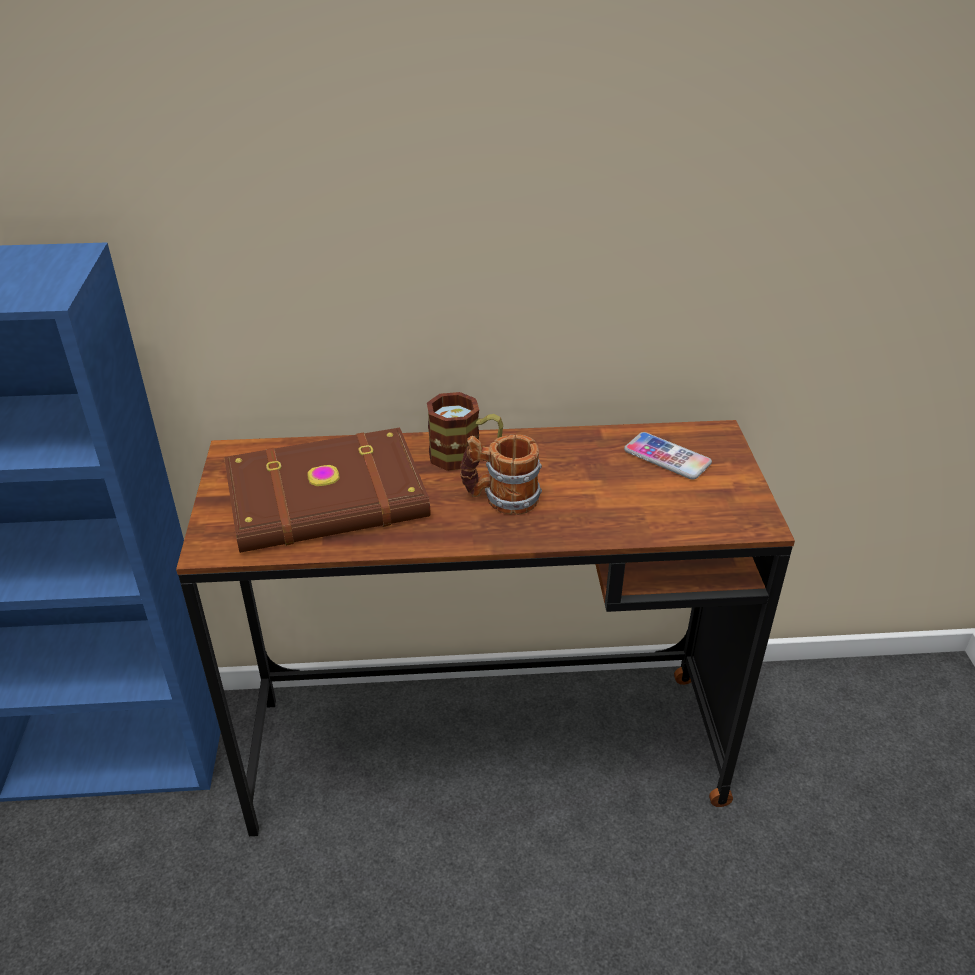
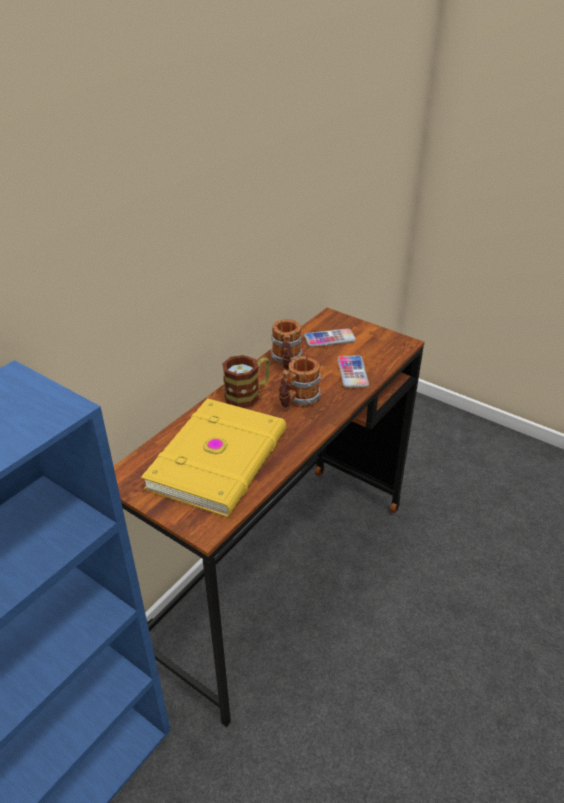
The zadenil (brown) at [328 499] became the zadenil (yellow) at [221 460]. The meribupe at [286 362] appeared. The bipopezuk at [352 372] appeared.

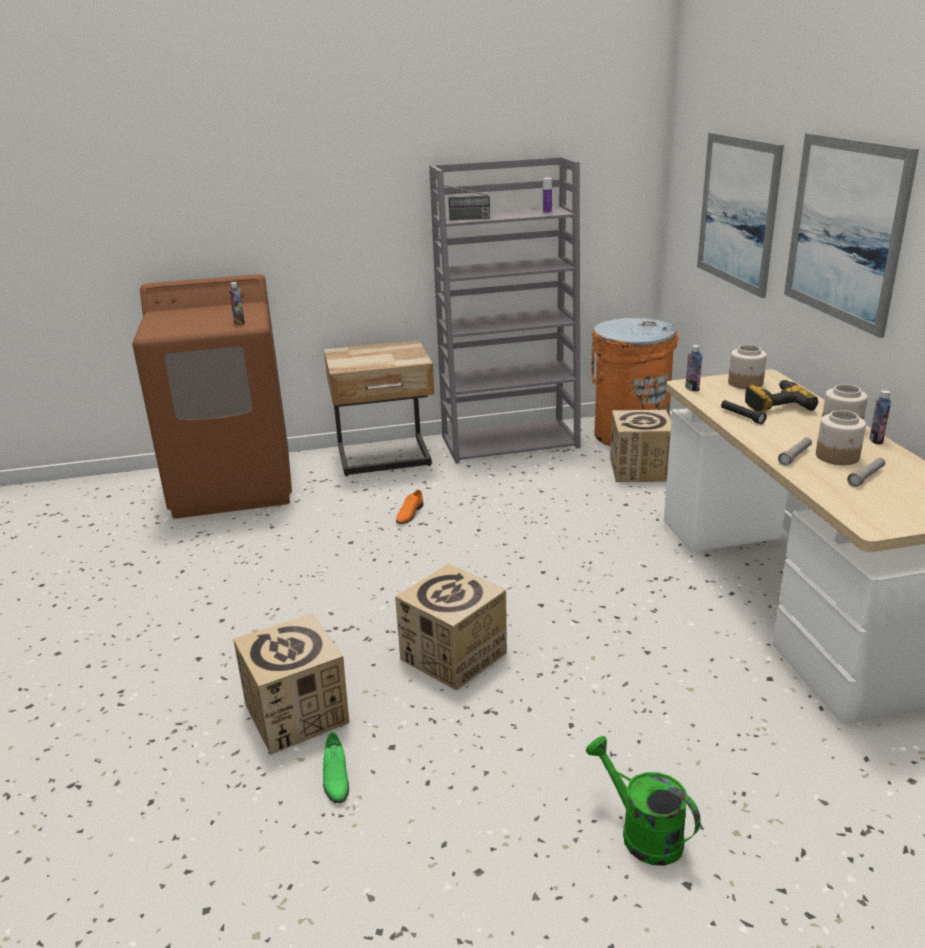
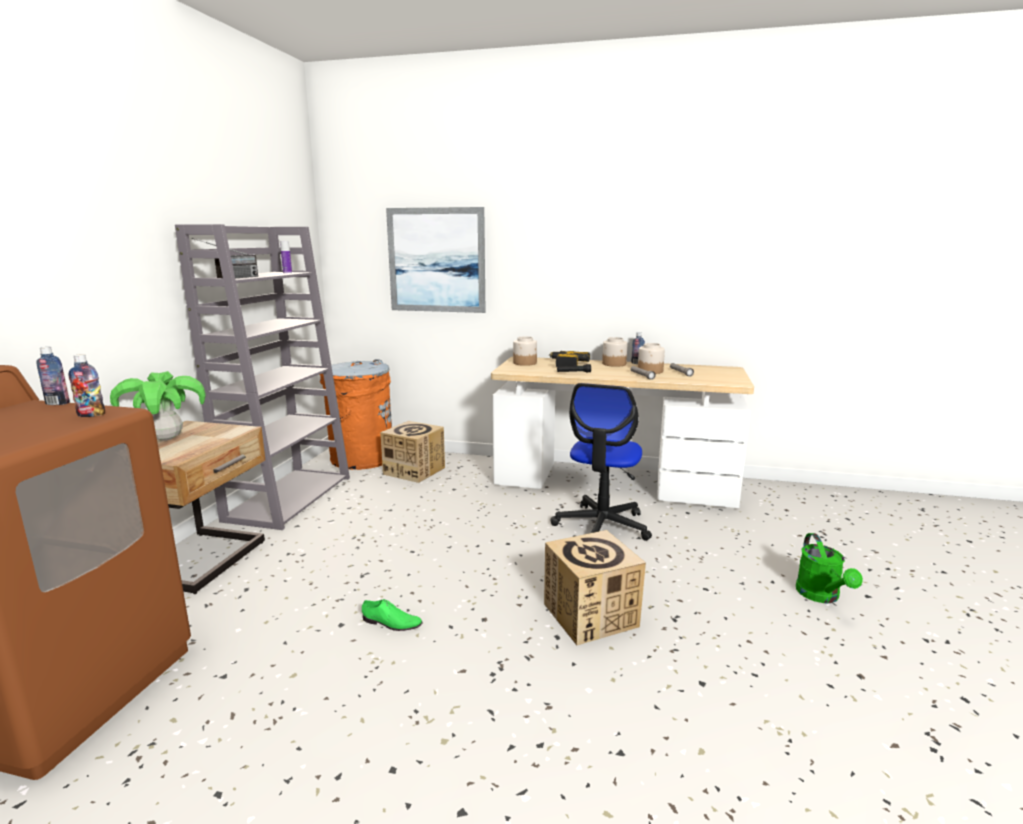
The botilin at [297 713] disappeared. The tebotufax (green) moved from [335 775] to [391 623]. The tebotufax (orange) at [409 513] disappeared. The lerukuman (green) at [642 832] turned 75 degrees counterclockwise. The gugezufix moved from [692 388] to [57 403]. The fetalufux at [845 230] disappeared. The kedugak at [166 438] appeared. The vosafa at [602 526] appeared.

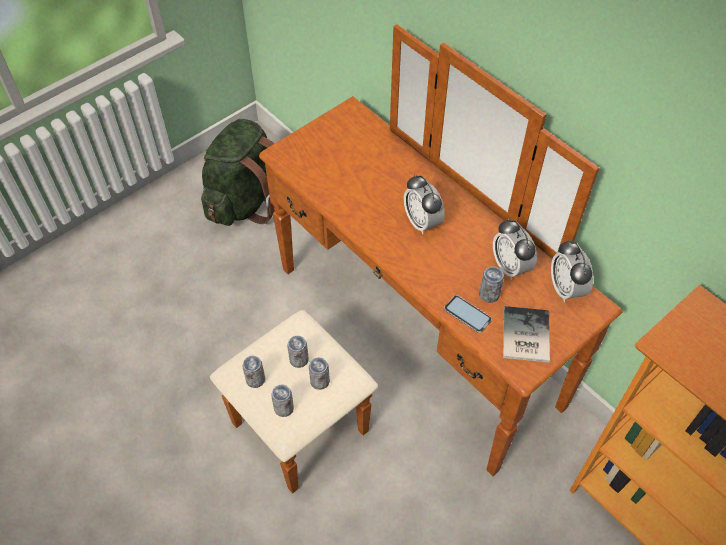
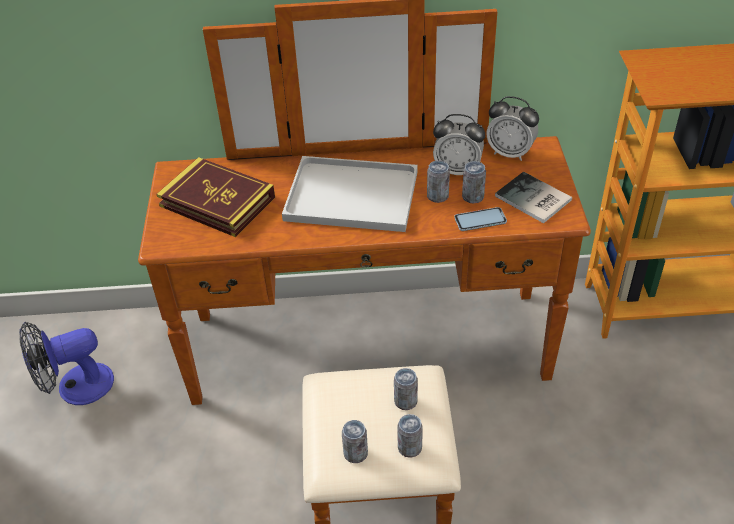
The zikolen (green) at [245 201] was replaced by the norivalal at [75 387]. The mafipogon moved from [299 360] to [437 196]. The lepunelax at [422 222] was replaced by the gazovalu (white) at [354 195]. The zadenil at [217 201] appeared.

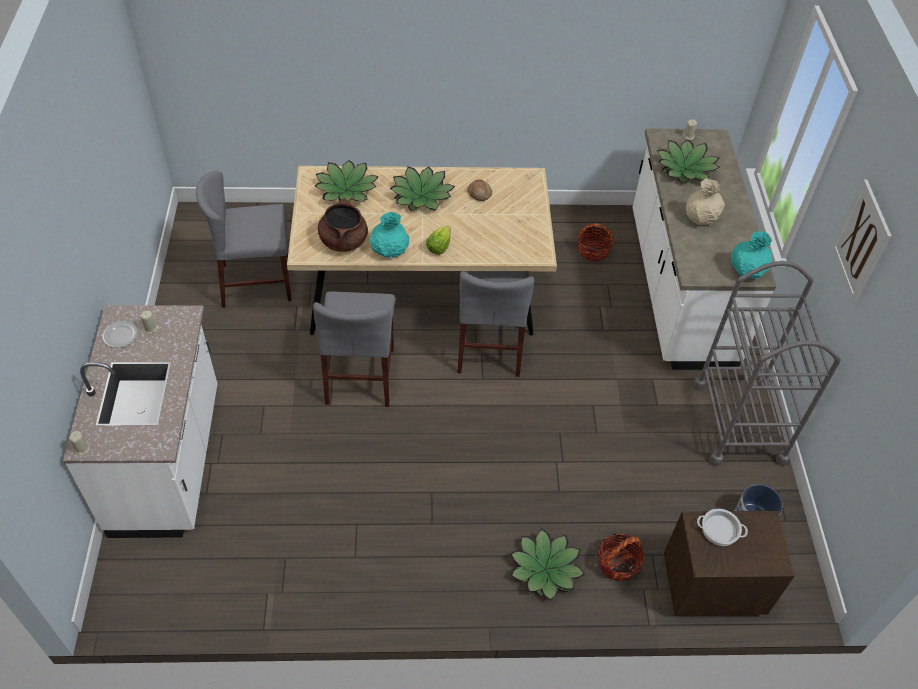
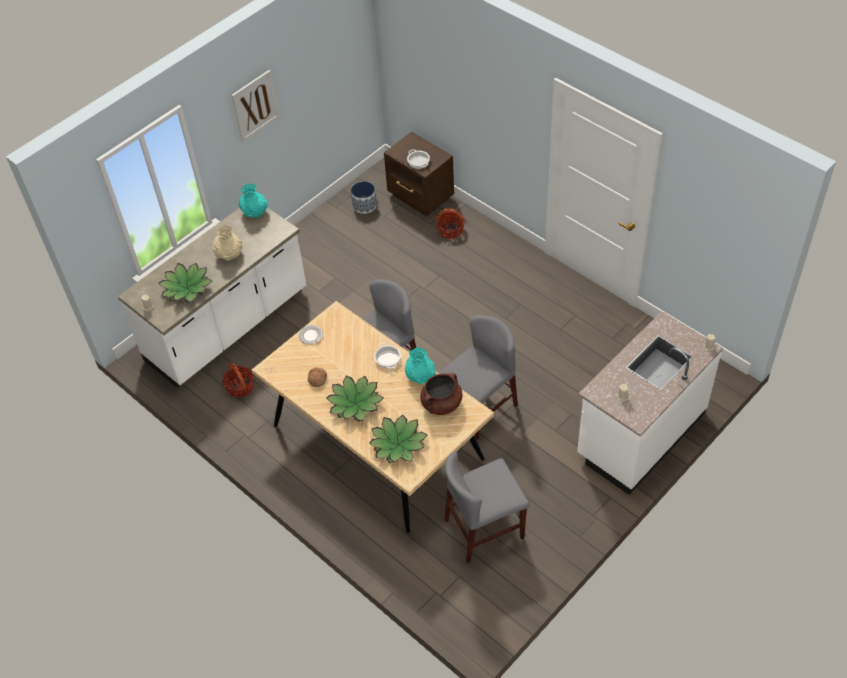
The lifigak moved from [120 335] to [310 336]. The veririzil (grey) at [256 282] turned 120 degrees clockwise. The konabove at [439 247] was replaced by the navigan at [388 359]. The kedugak at [545 569] disappeared. The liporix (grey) at [739 422] disappeared.

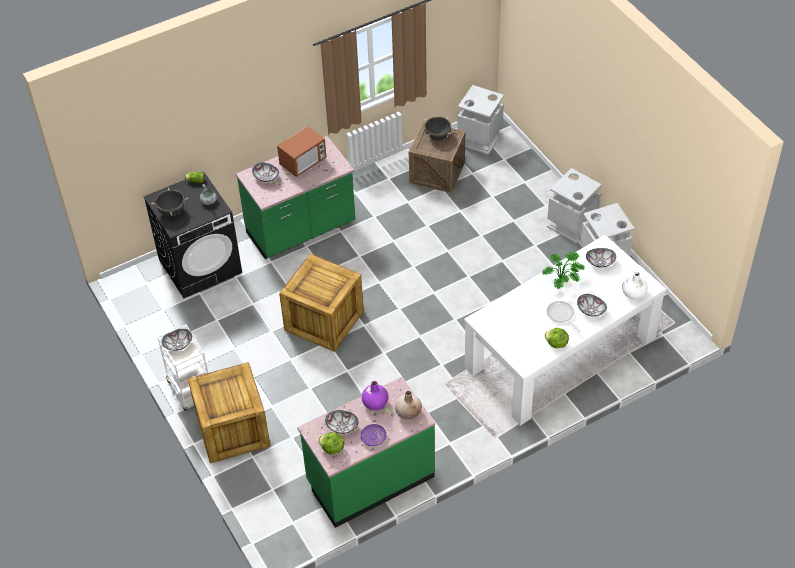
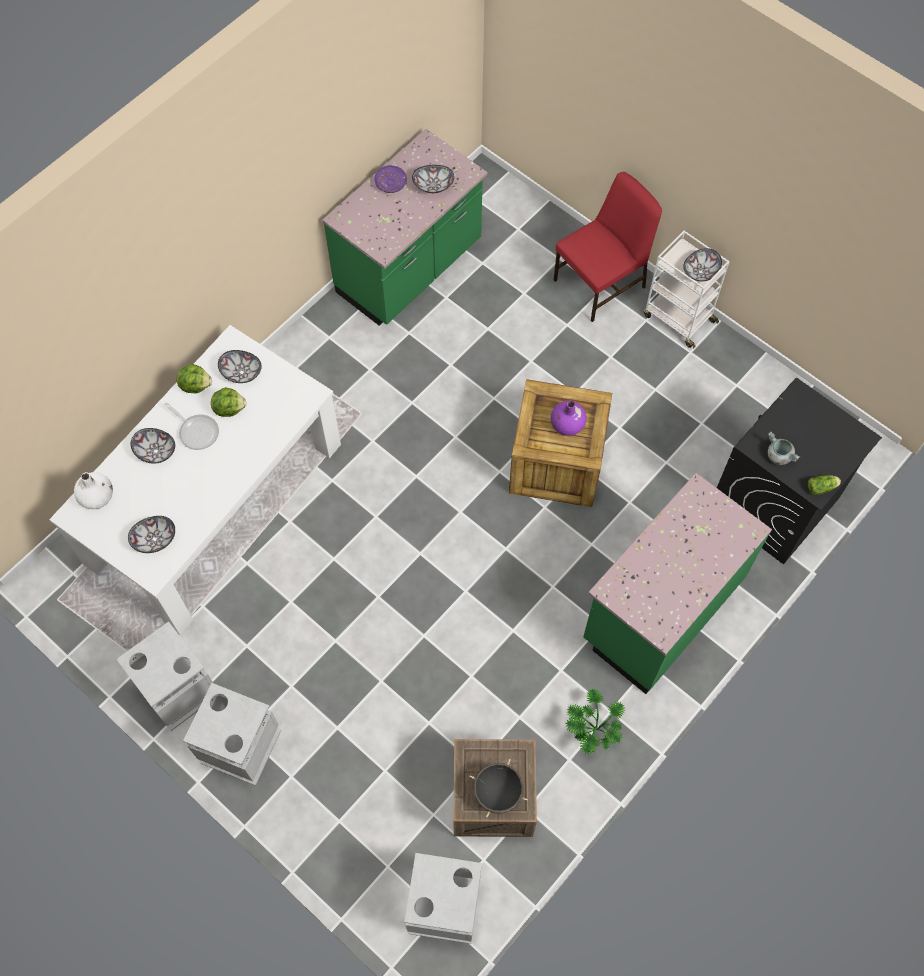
The navigan (black) at [172 211] disappeared. The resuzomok at [231 429] was replaced by the veririzil (red) at [601 283]. The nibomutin moved from [266 177] to [241 373]. The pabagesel at [303 162] disappeared. The konabove moved from [332 449] to [229 408]. The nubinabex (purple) moved from [375 403] to [567 425]. The nubinabex (beige) at [408 412] disappeared. The kedugak moved from [562 280] to [592 729].

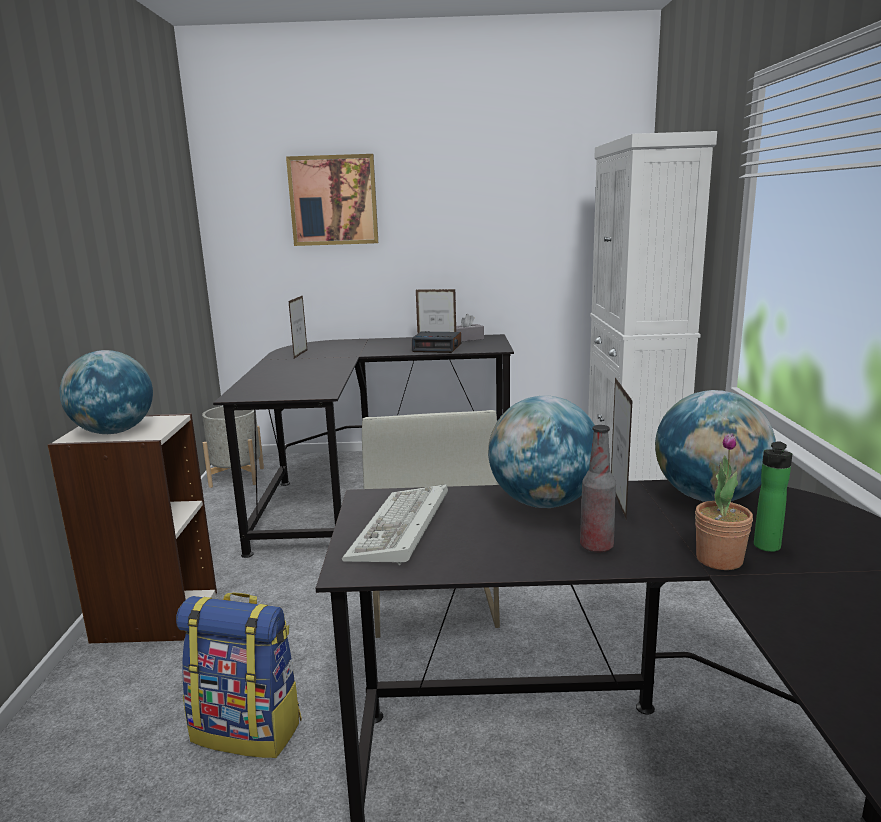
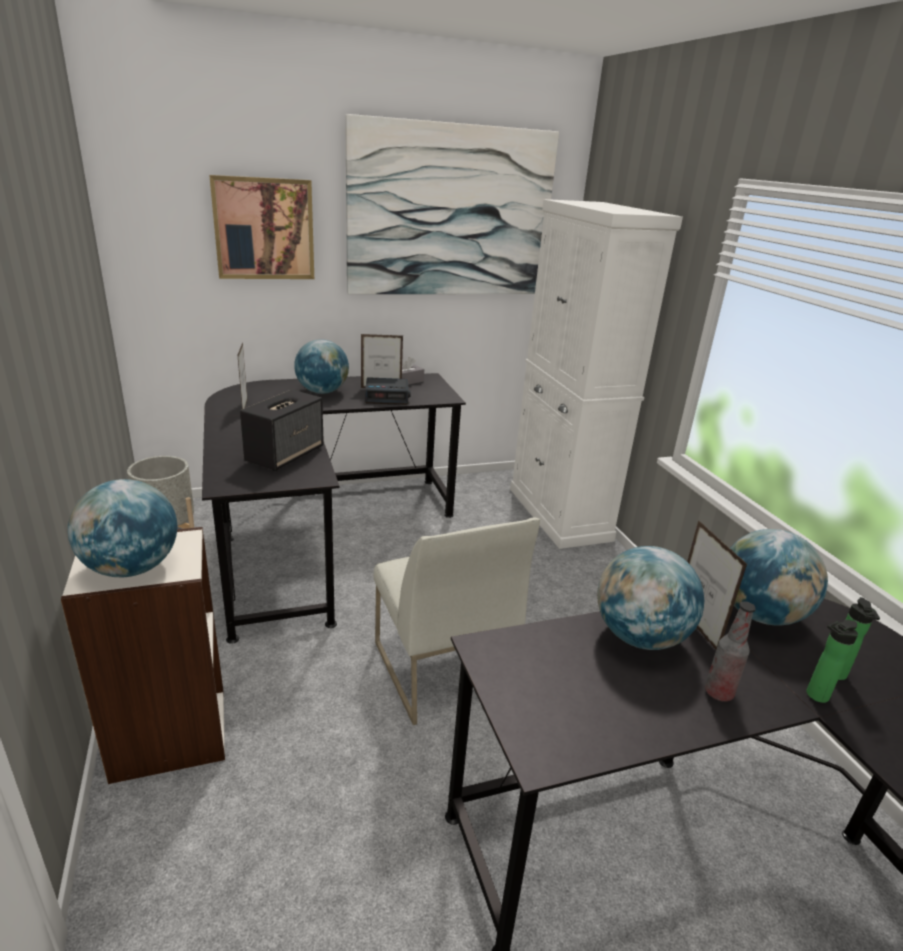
The zikolen at [248 729] disappeared. The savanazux at [401 530] disappeared. The kedugak at [719 560] was replaced by the gugezufix at [814 696]. The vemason at [285 454] appeared. The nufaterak at [322 392] appeared. The fetalufux at [451 212] appeared.

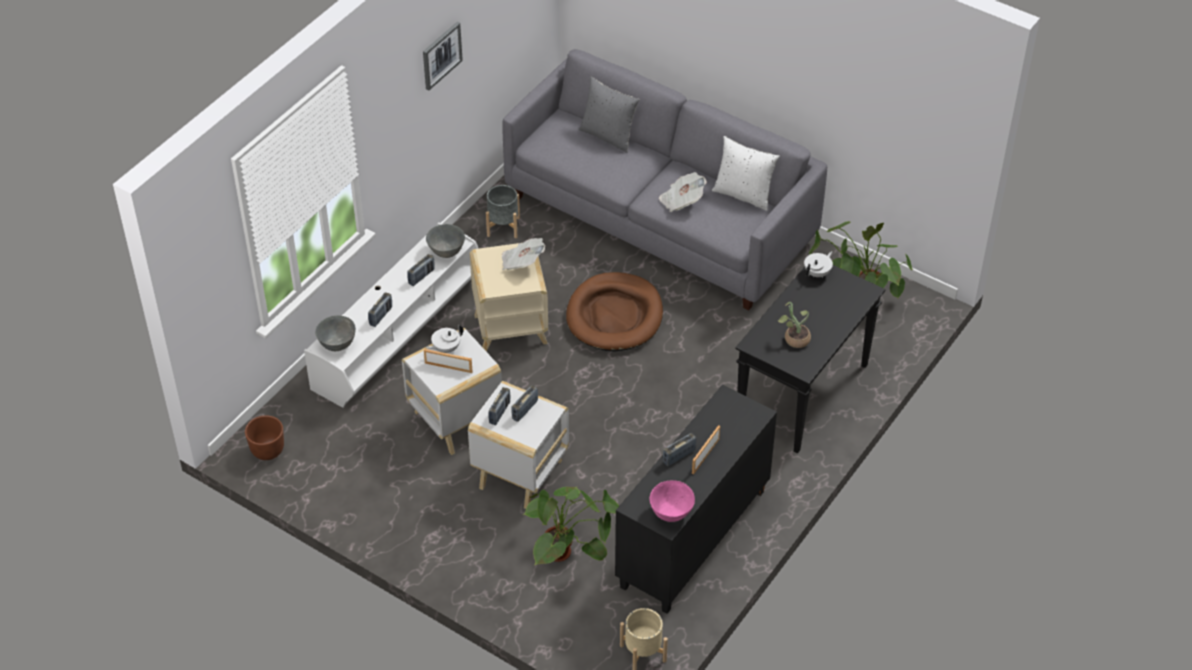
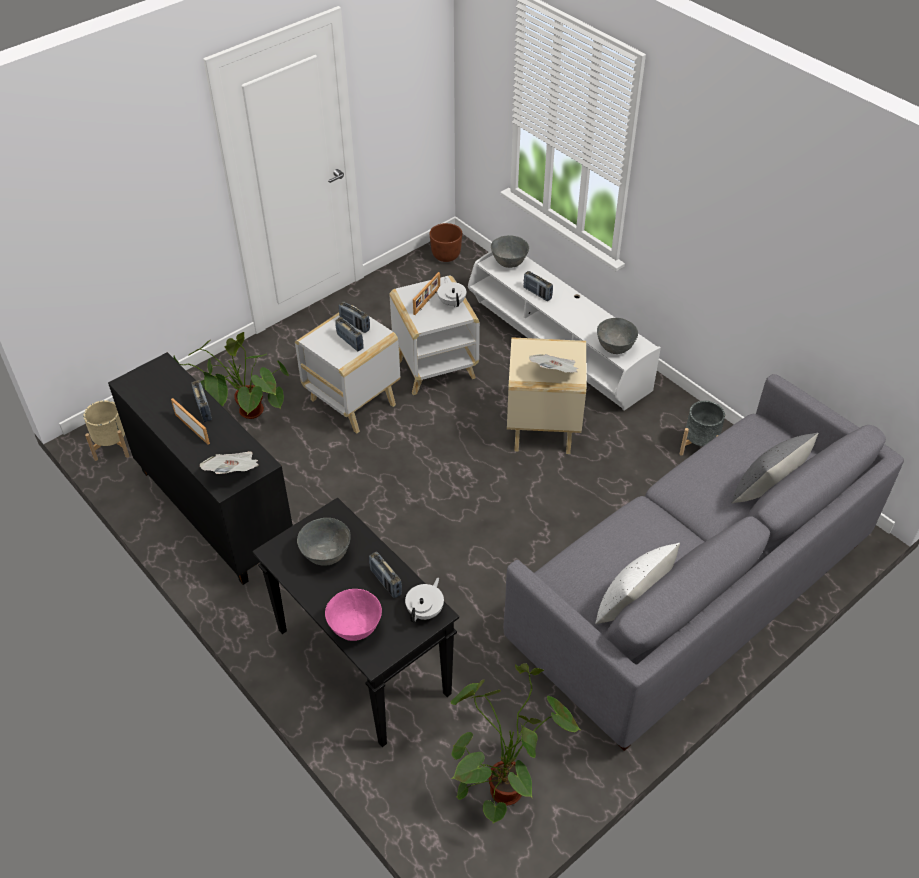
The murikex moved from [421 276] to [386 582]. The fetalufux at [441 55] disappeared. The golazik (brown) at [614 316] disappeared. The nibomutin (pink) moved from [671 513] to [356 628]. The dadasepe moved from [681 201] to [234 472]. The kedugak at [794 338] was replaced by the nibomutin (grey) at [326 555]. The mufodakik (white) at [817 273] turned 120 degrees counterclockwise.

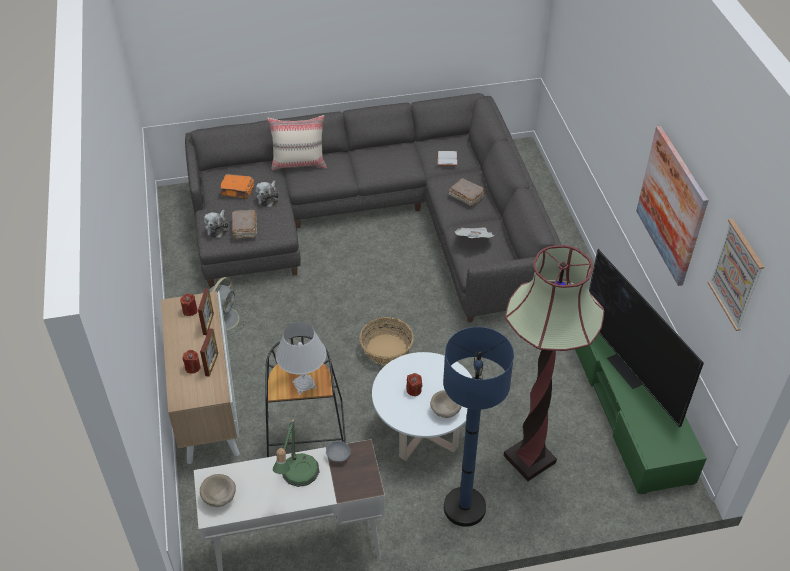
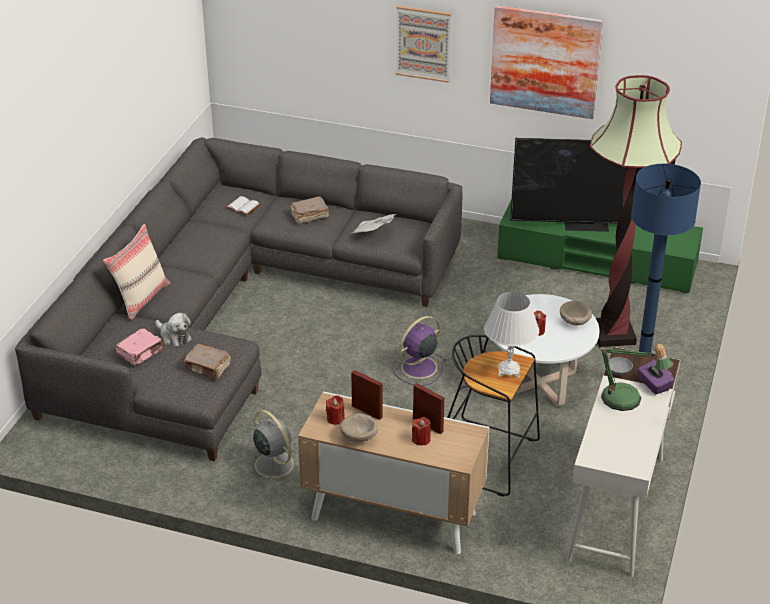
The nibomutin (beige) moved from [219 498] to [360 437]. The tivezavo at [217 228] disappeared. The zadenil (orange) at [238 191] became the zadenil (pink) at [141 353]. The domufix at [386 349] was replaced by the norivalal (purple) at [418 368]. The fetalufux moved from [736 275] to [423 43]. The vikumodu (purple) at [654 385] appeared.

